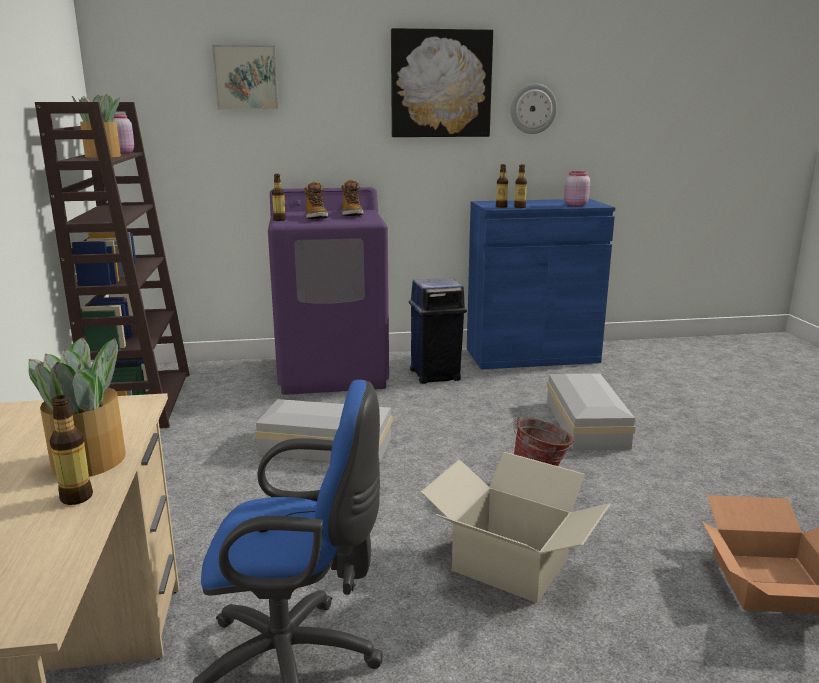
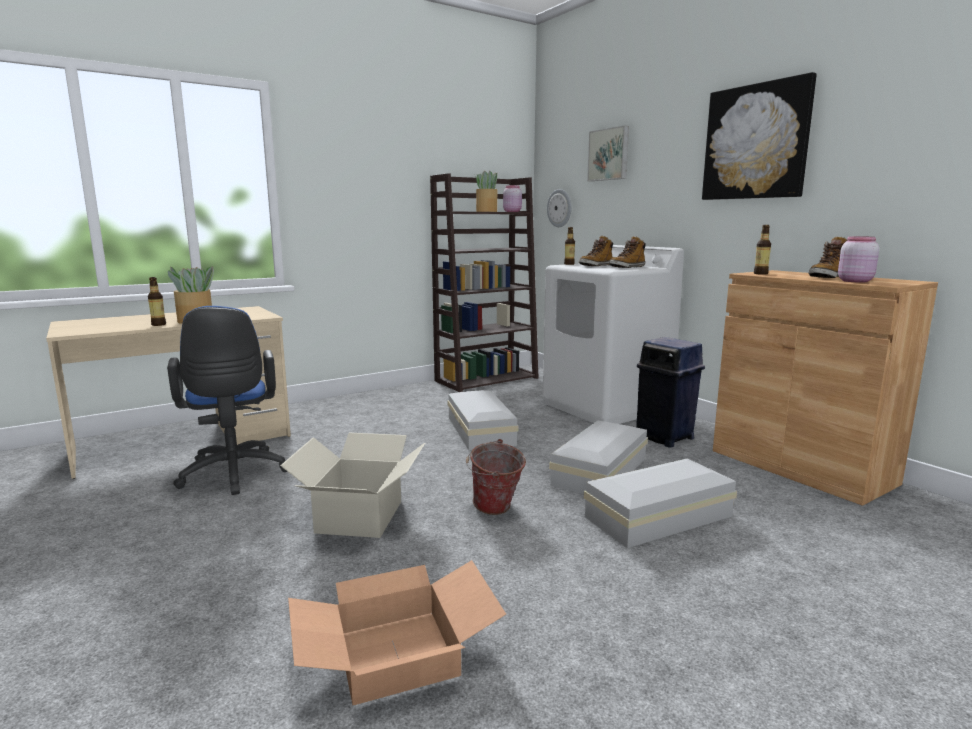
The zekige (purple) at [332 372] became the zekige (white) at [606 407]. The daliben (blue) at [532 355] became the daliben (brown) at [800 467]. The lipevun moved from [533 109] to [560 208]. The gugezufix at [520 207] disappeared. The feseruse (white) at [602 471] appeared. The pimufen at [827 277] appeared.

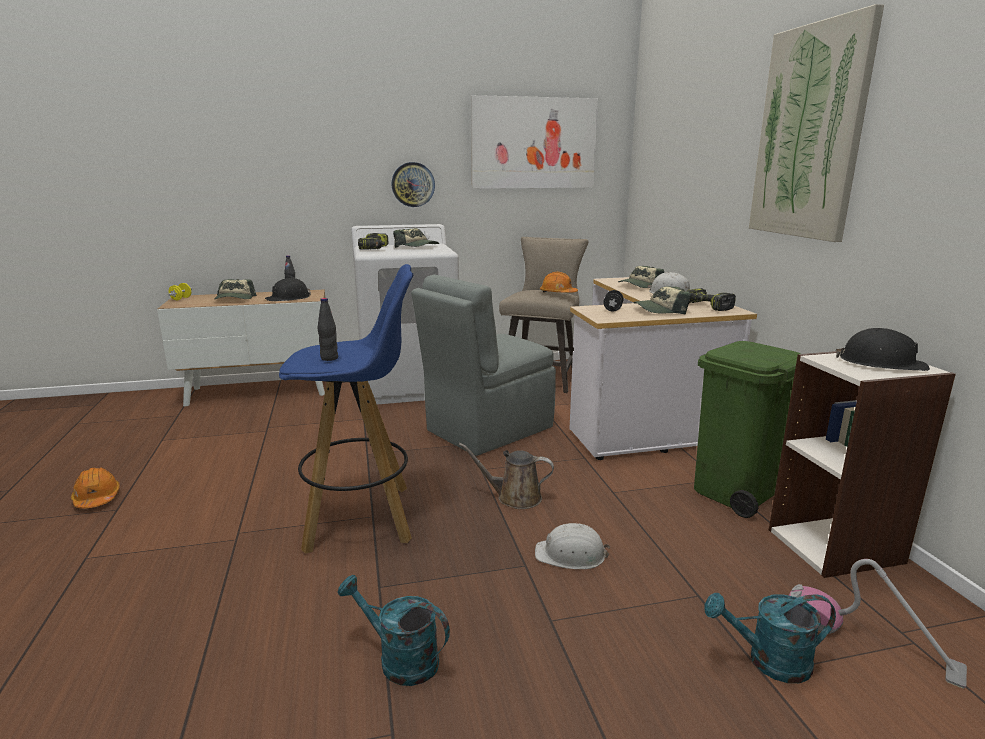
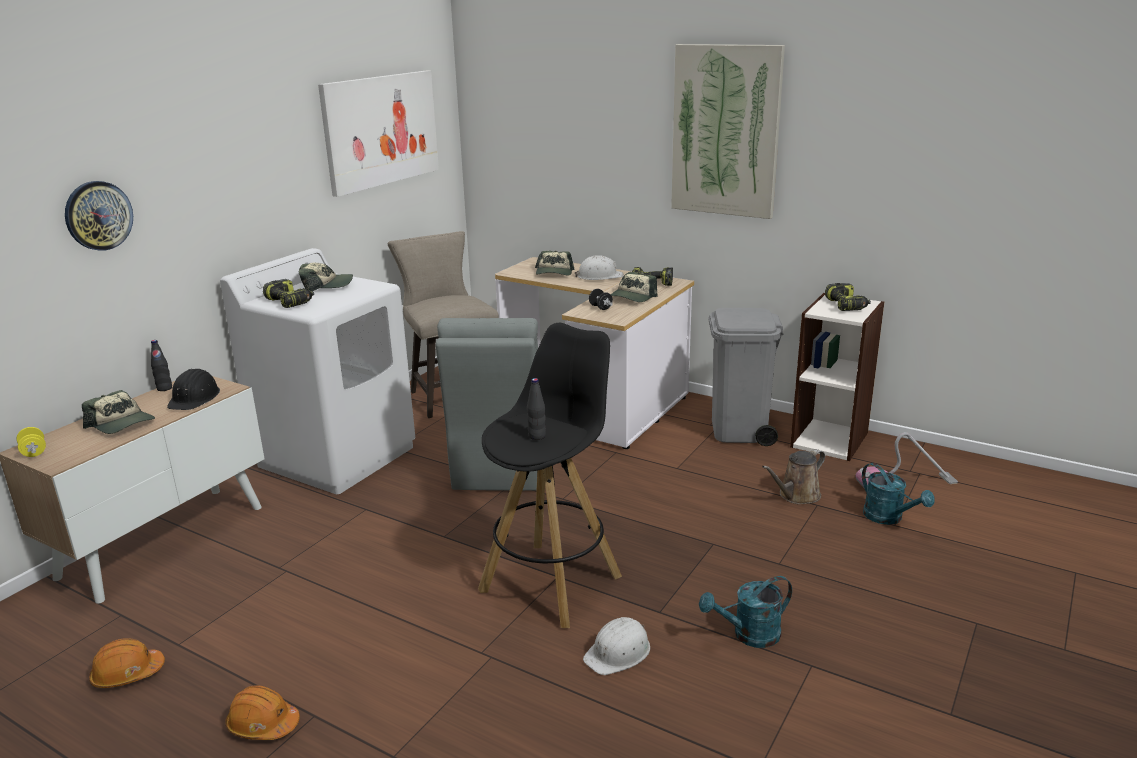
The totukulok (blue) at [361 517] became the totukulok (black) at [552 582]. The lipevun moved from [413 184] to [98 215]. The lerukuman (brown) moved from [514 497] to [796 496]. The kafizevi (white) moved from [571 555] to [618 652]. The kafizevi (orange) moved from [558 293] to [127 674]. The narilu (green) at [735 492] became the narilu (grey) at [739 431]. The lerukuman (turquoise) at [768 661] turned 75 degrees counterclockwise. The kafizevi (black) at [881 363] was replaced by the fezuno at [847 305].

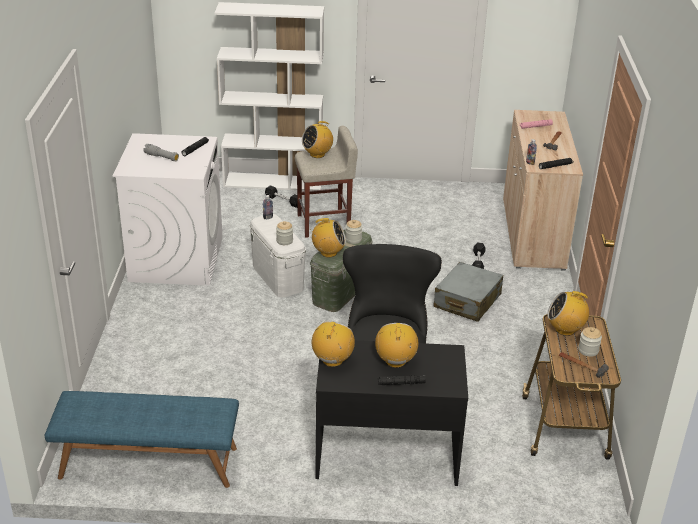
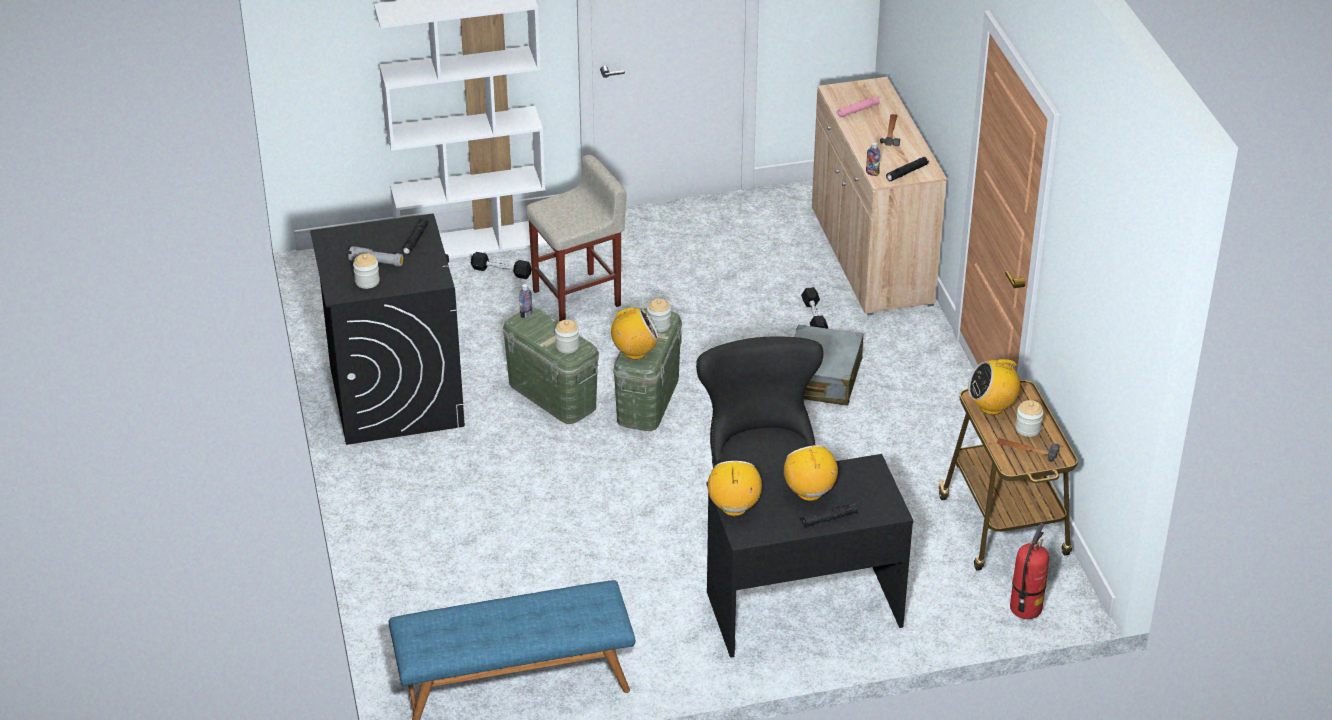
The zekige (white) at [176 259] became the zekige (black) at [395 395]. The feseruse (white) at [278 277] became the feseruse (green) at [552 395]. The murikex at [317 154] disappeared. The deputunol at [367 281] appeared. The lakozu at [1025 608] appeared.

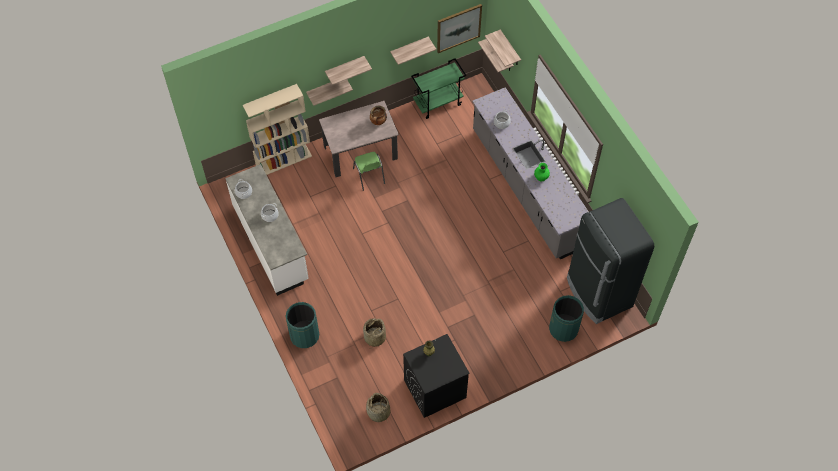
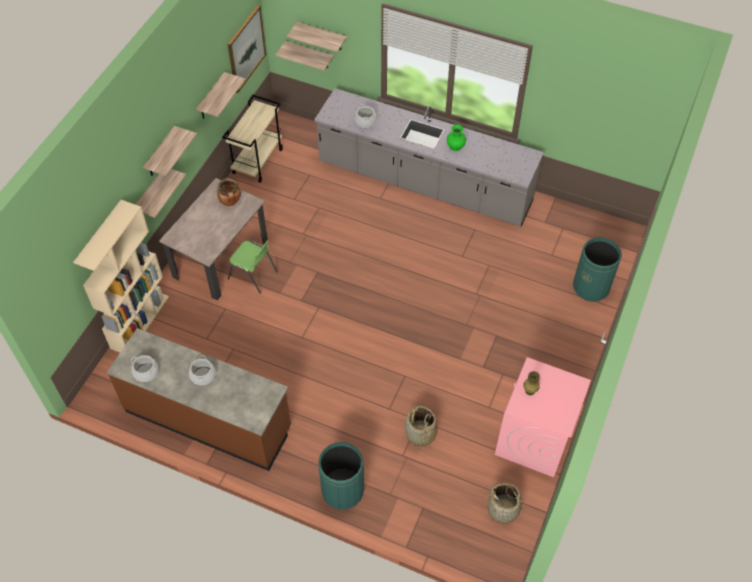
The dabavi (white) at [271 243] became the dabavi (brown) at [209 419]. The zekige (black) at [434 389] became the zekige (pink) at [534 439]. The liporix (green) at [438 103] became the liporix (beige) at [257 161]. The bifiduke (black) at [598 293] disappeared.

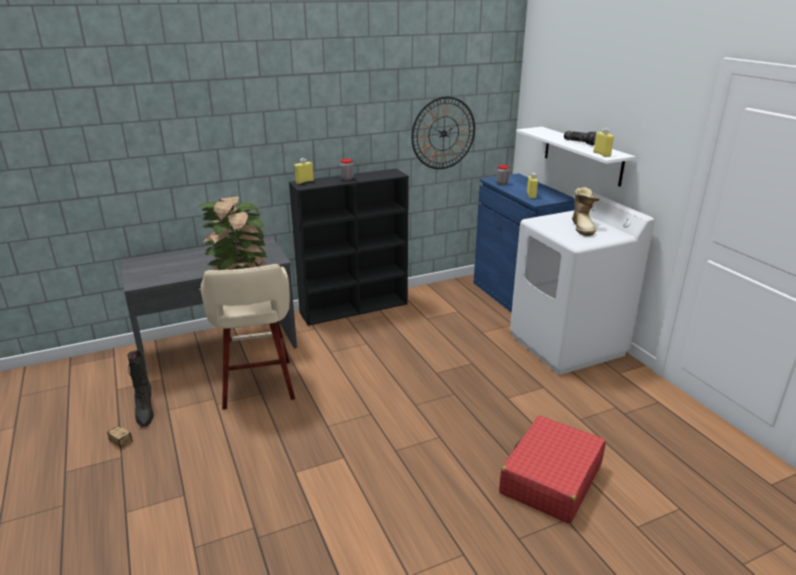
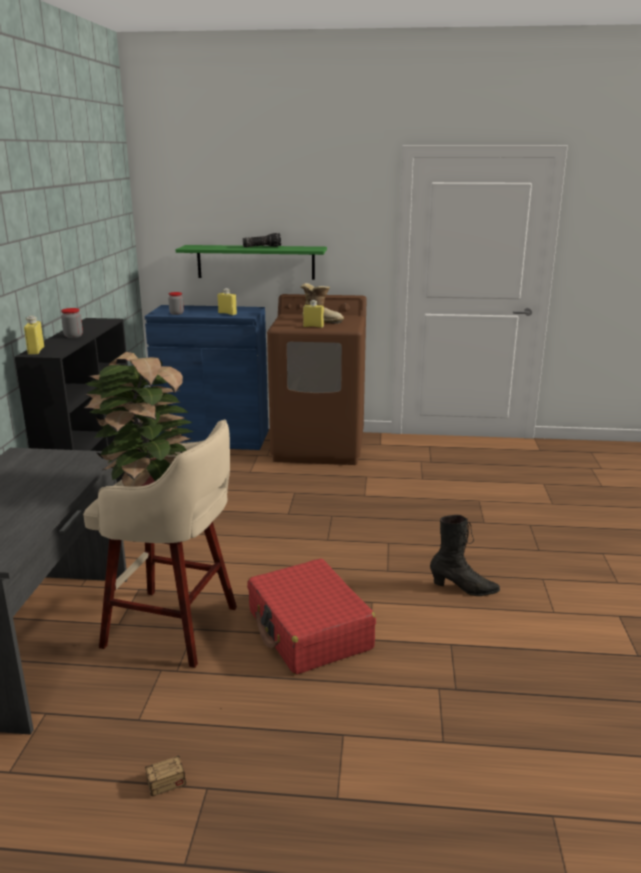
The pimufen (black) moved from [145 412] to [463 589]. The lipevun at [443 133] disappeared. The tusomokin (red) moved from [550 479] to [309 630]. The zekige (white) at [567 345] became the zekige (brown) at [319 447]. The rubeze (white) at [582 155] became the rubeze (green) at [255 262]. The gugezufix (yellow) moved from [602 154] to [313 326].

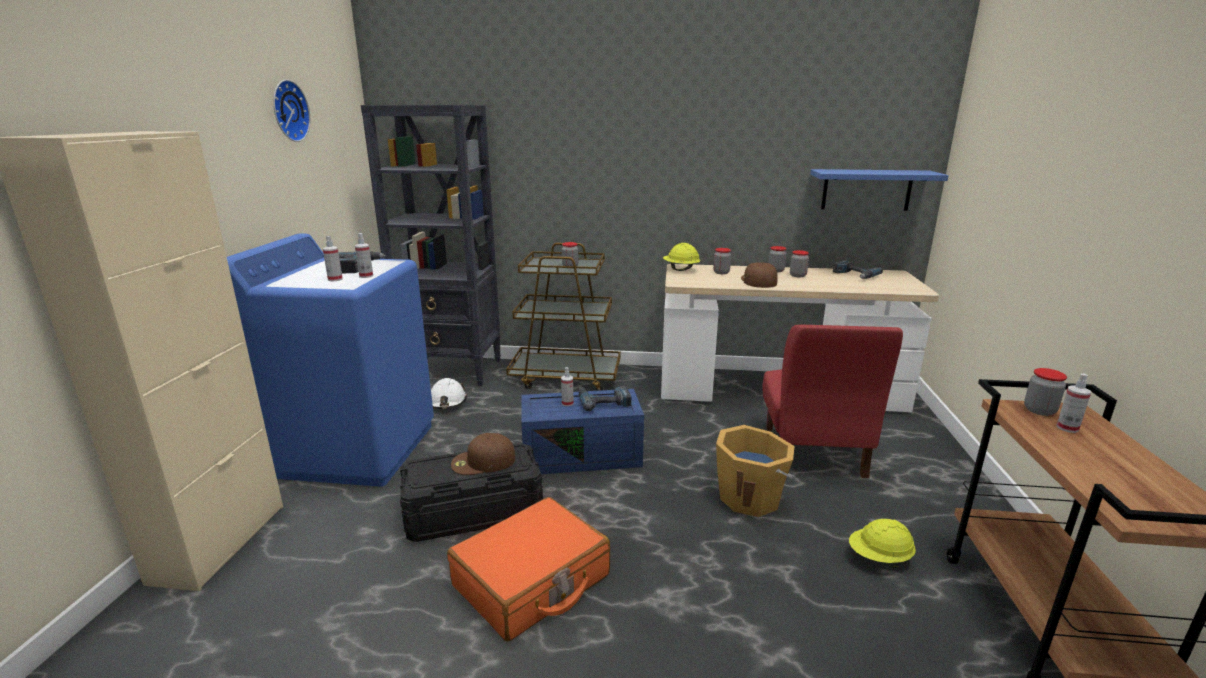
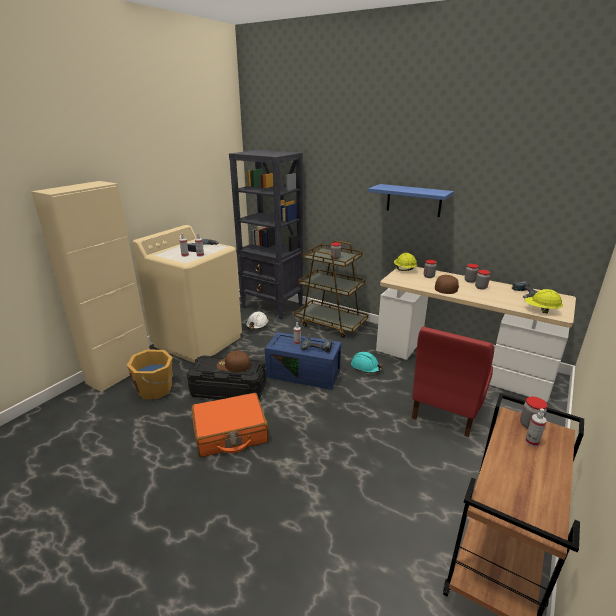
The zekige (blue) at [355 449] became the zekige (beige) at [198 341]. The lipevun at [287 111] disappeared. The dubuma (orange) moved from [750 497] to [156 389]. The rubeze (blue) moved from [866 190] to [413 200]. The kafizevi (yellow) moved from [879 558] to [541 310]. The kafizevi (turquoise) at [366 367] appeared.

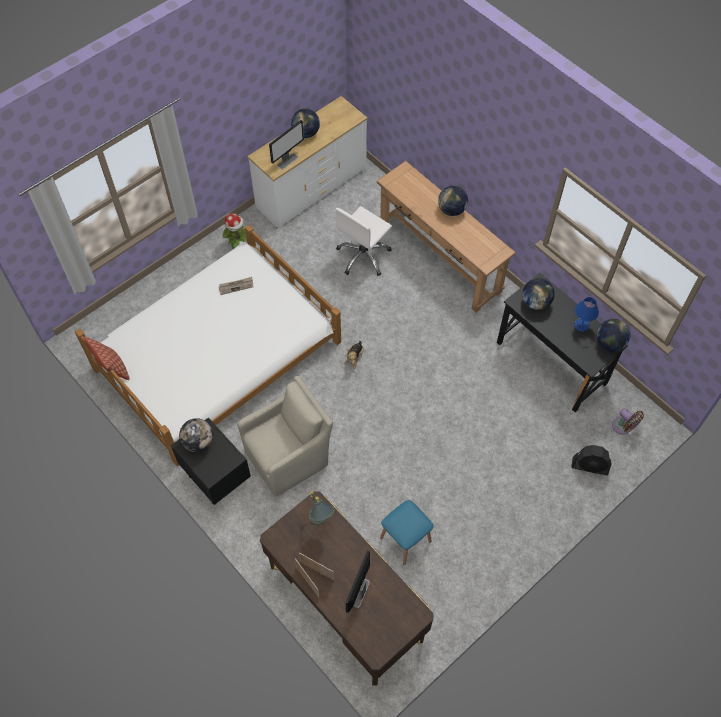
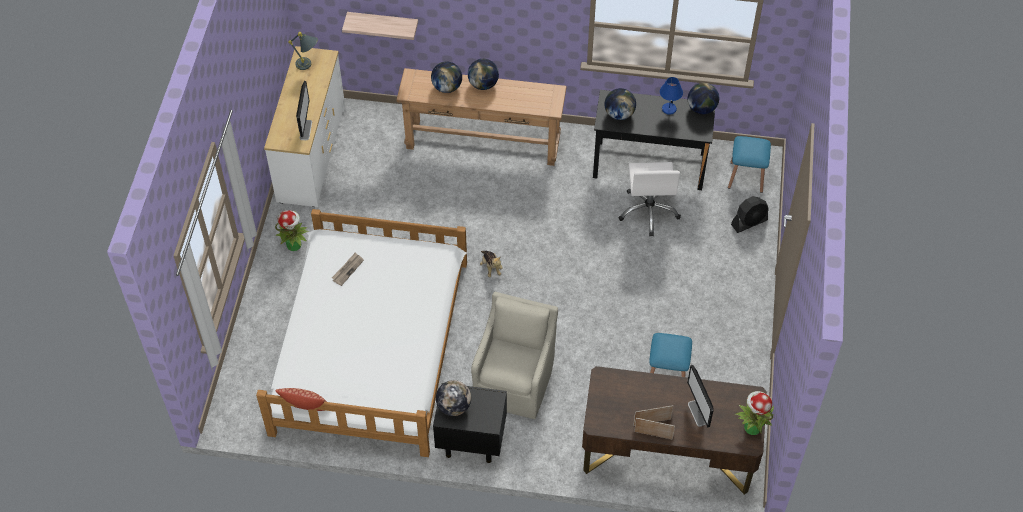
The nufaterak moved from [306 133] to [447 87]. The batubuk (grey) moved from [321 522] to [308 66]. The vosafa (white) moved from [363 256] to [649 211]. The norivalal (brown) at [623 427] was replaced by the totukulok (blue) at [746 177]. The rubeze at [383 24] appeared. The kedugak at [751 427] appeared.

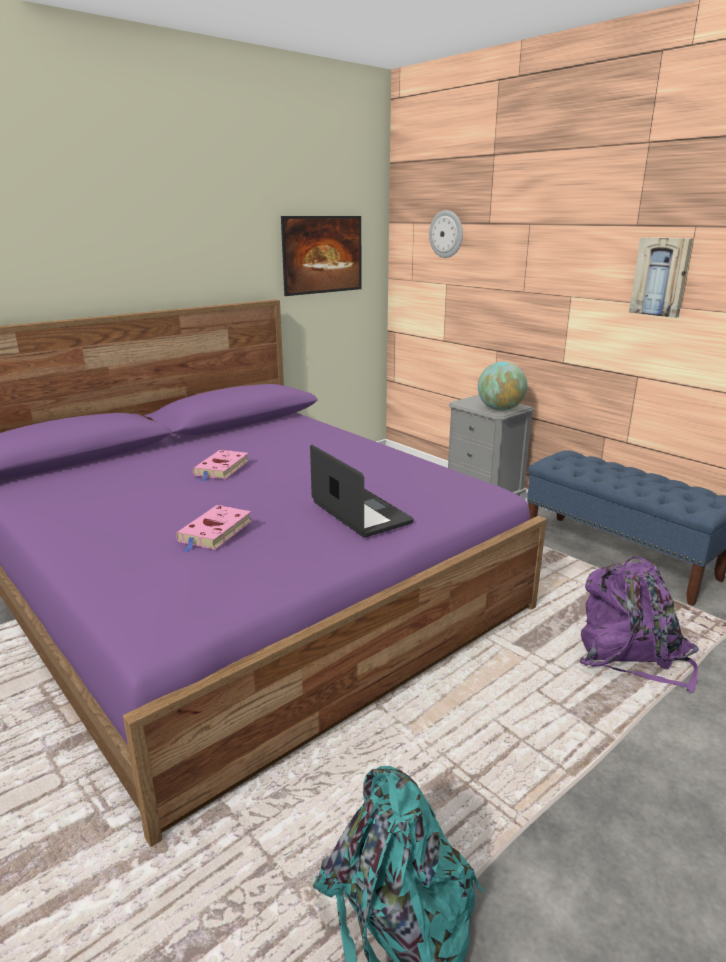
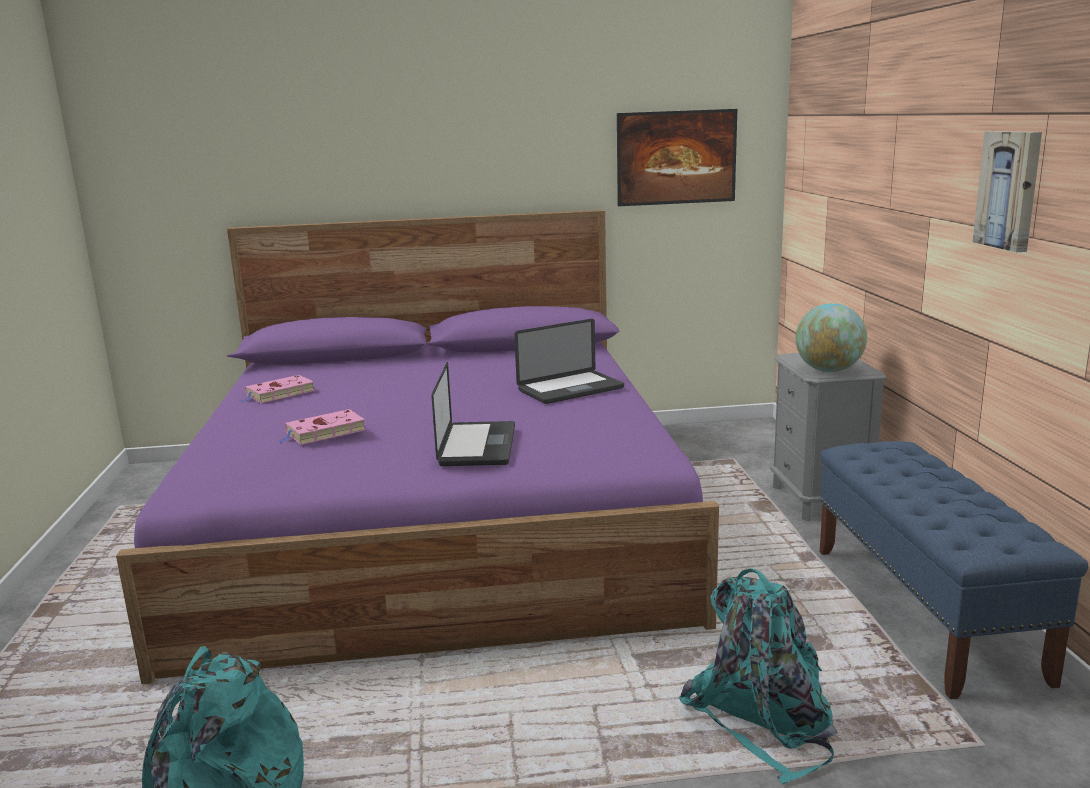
The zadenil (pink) moved from [221 469] to [279 394]. The lipevun at [446 234] disappeared. The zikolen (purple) at [631 655] became the zikolen (turquoise) at [764 718]. The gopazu at [570 389] appeared.

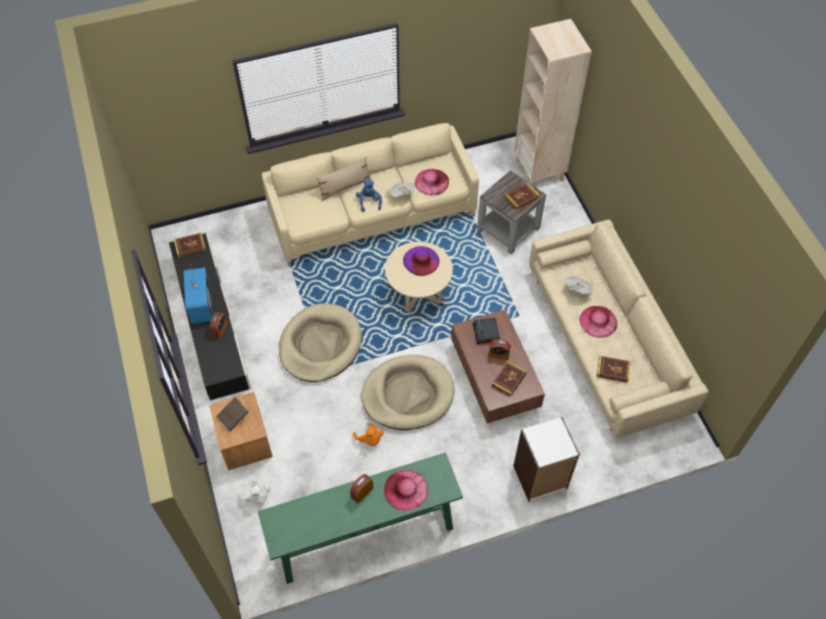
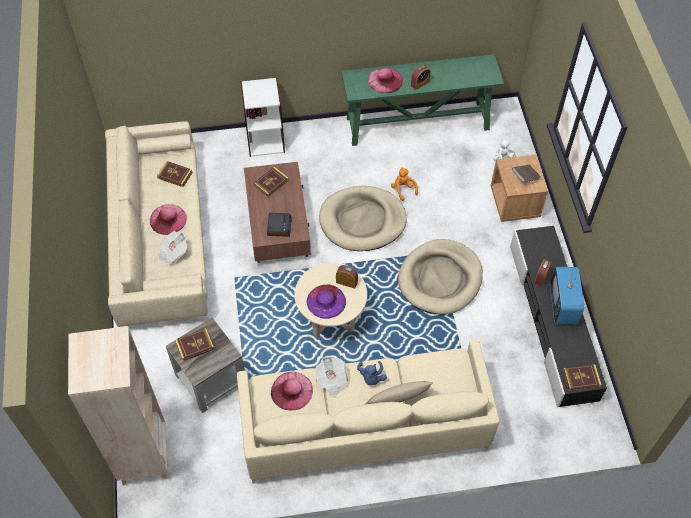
The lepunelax moved from [498 355] to [346 282].

